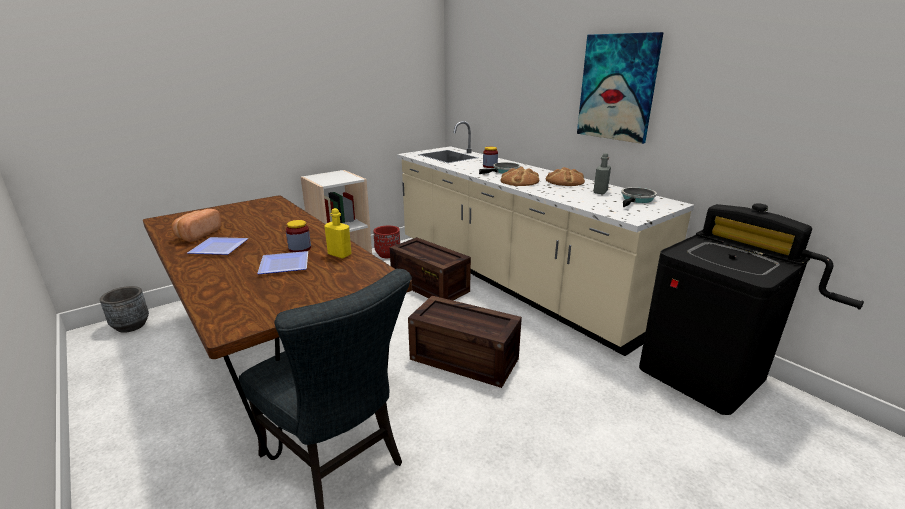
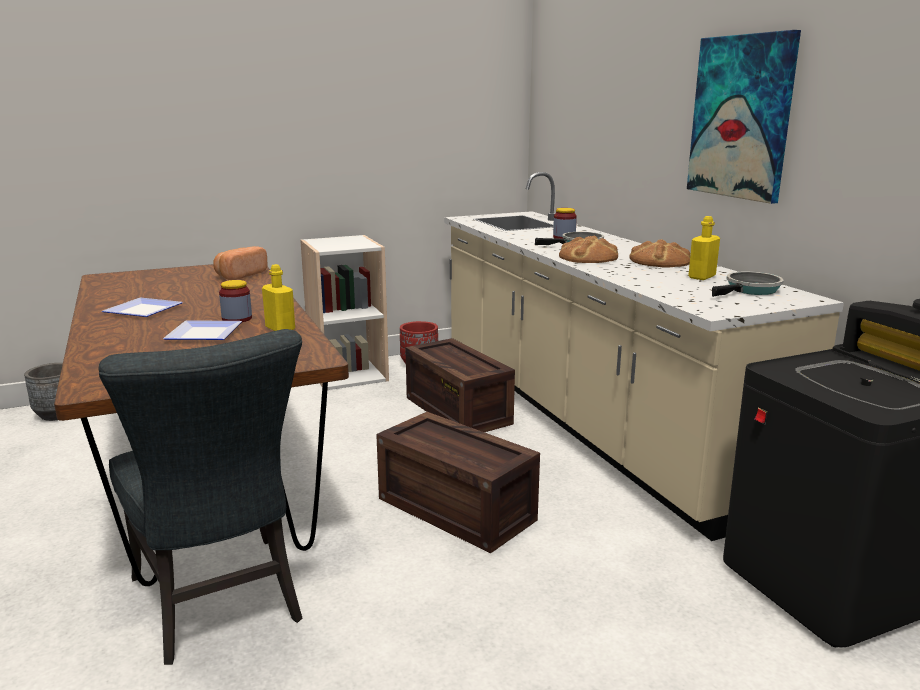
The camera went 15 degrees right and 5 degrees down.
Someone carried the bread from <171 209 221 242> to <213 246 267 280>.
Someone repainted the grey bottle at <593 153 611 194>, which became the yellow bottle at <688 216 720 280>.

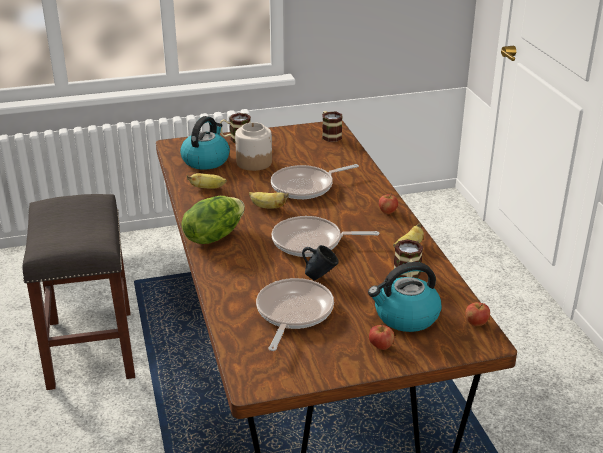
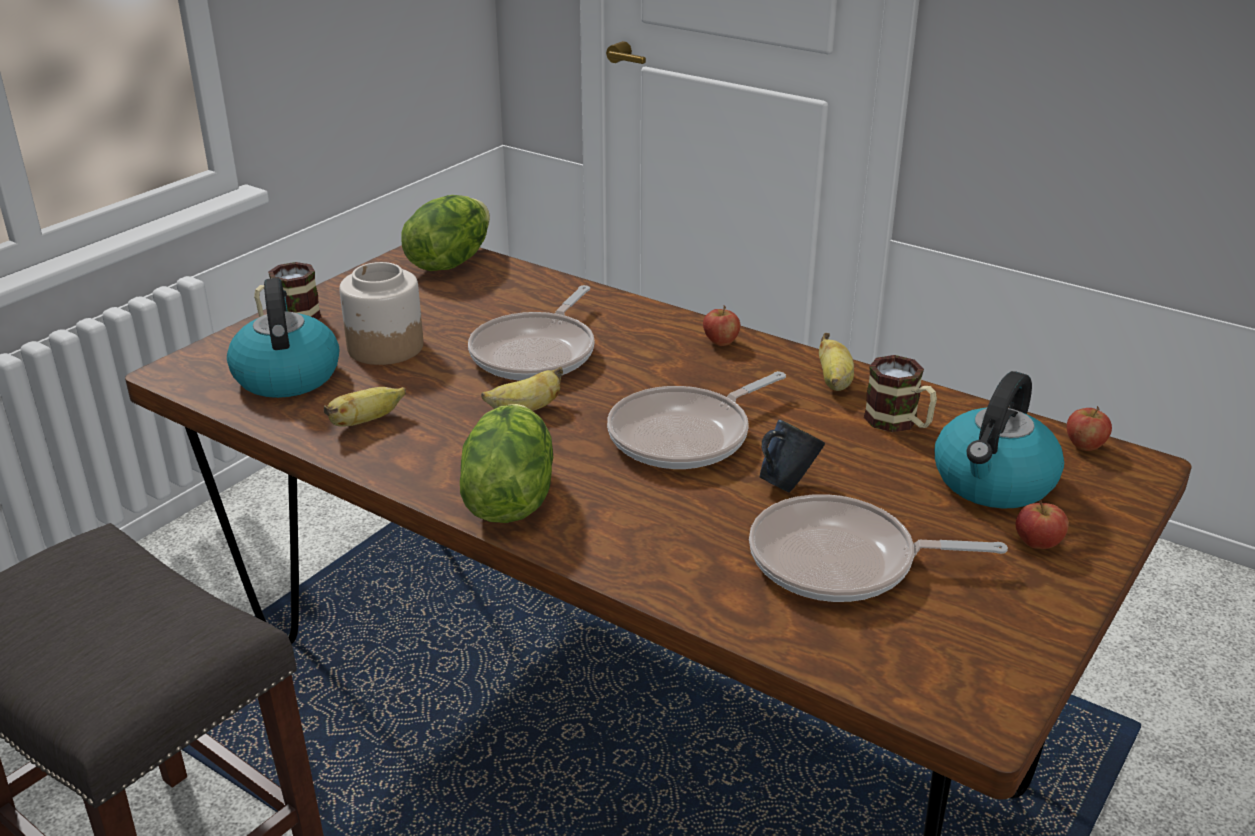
The camera went 40 degrees left and 0 degrees up.
Someone swapped the mug at <322 111 343 142> for the lettuce at <401 195 490 271>.
Someone rotated the frying pan at <256 278 334 351> by 60 degrees counterclockwise.

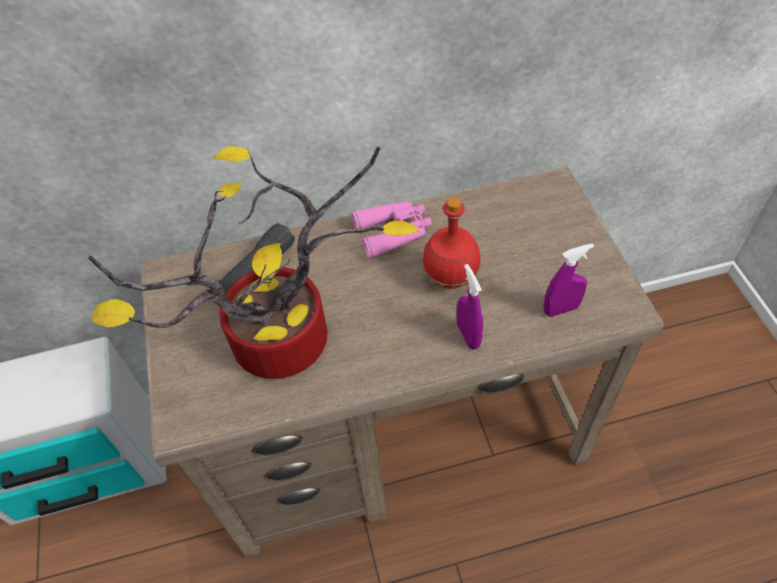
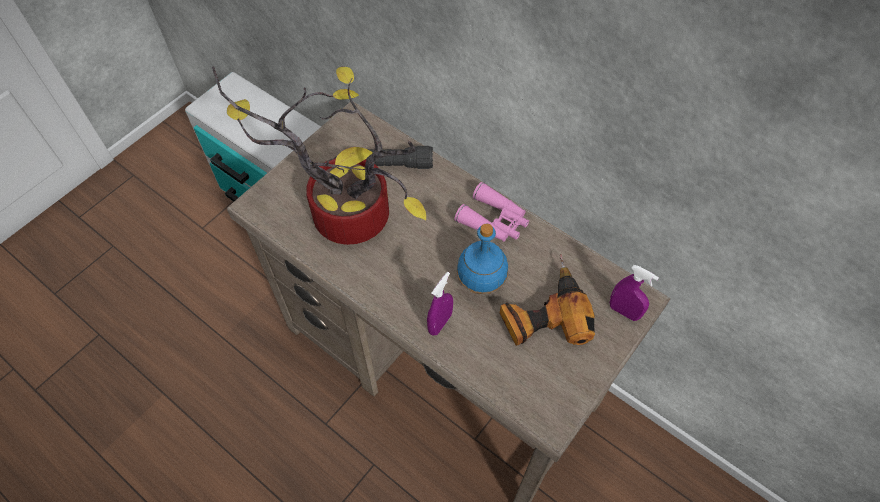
The camera went 50 degrees right and 5 degrees up.
Someone put down the power drill at <500 254 595 346>.
Someone carried the purple spray bottle from <543 244 594 317> to <610 265 659 321>.
Someone repainted the red bottle at <422 197 481 289>, which became the blue bottle at <457 224 508 294>.

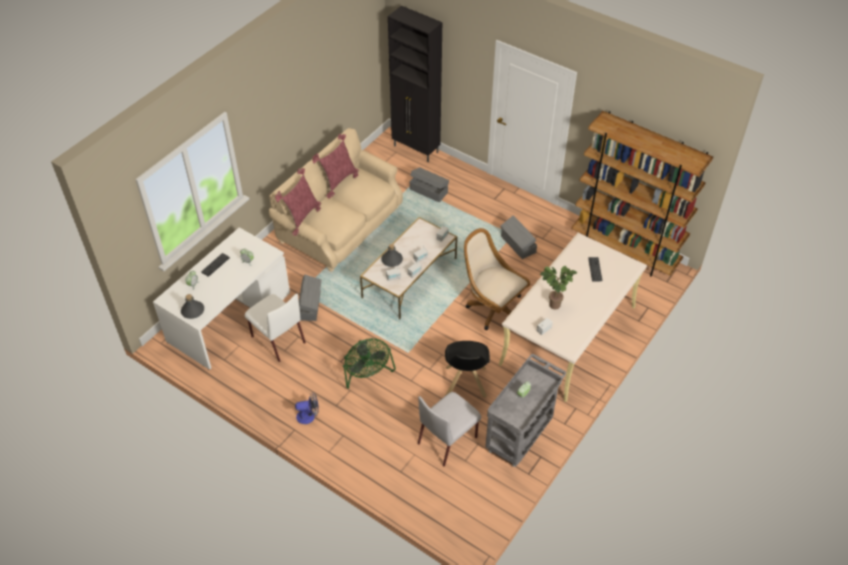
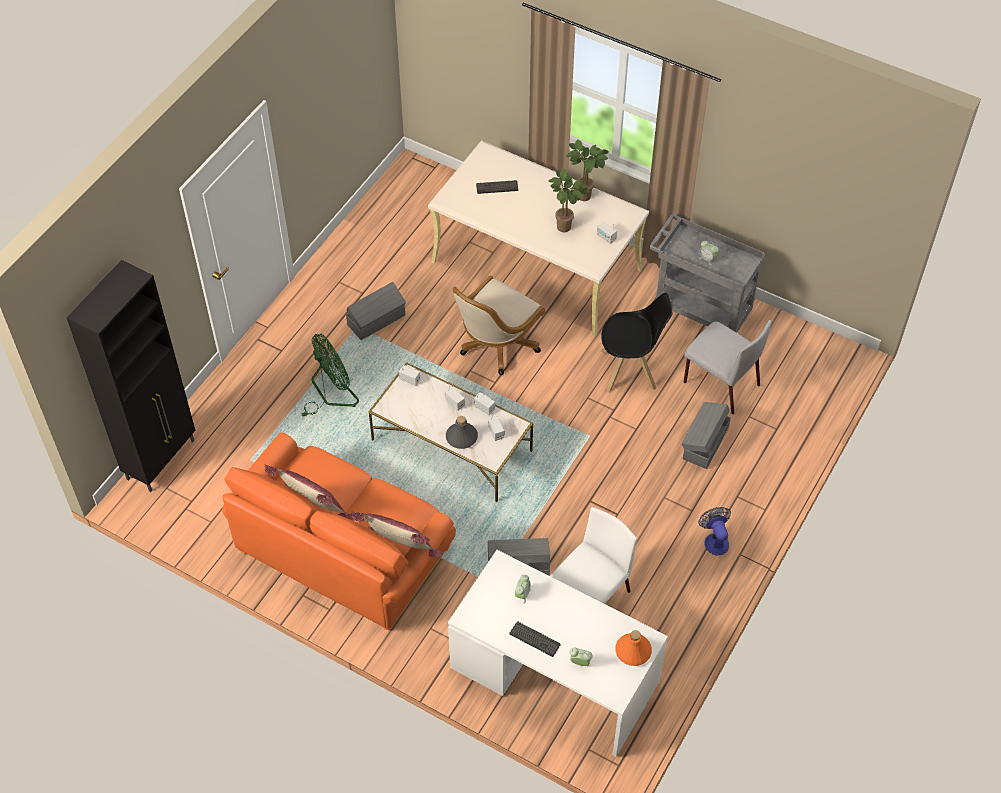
The camera went 95 degrees left and 5 degrees up.
Someone took away the brown bookcase at <572 111 713 277>.
Someone put down the potted plant at <566 140 609 201>.
Someone carried the green fan from <343 338 396 389> to <301 333 359 416>.
Someone carried the grey storage box from <410 167 449 202> to <682 402 731 469>.
Someone repainted the grey bottle at <181 294 204 319>, which became the orange bottle at <615 630 652 666>.
Someone repainted the beige sofa at <269 128 403 271>, which became the orange sofa at <222 432 456 630>.

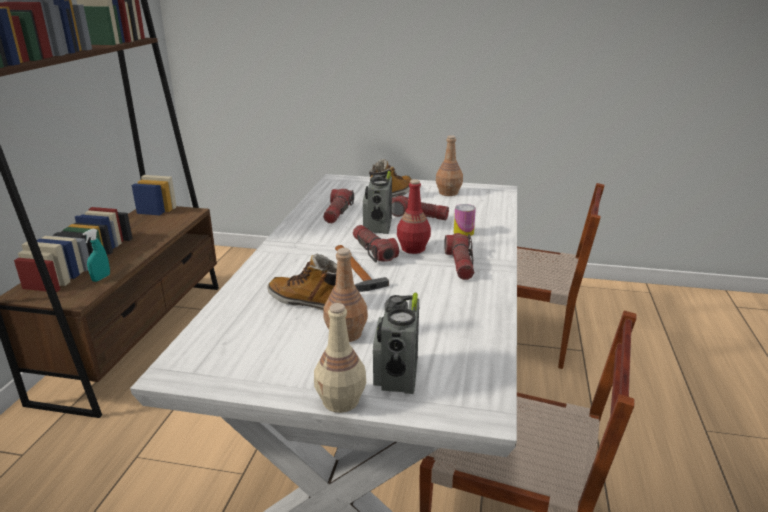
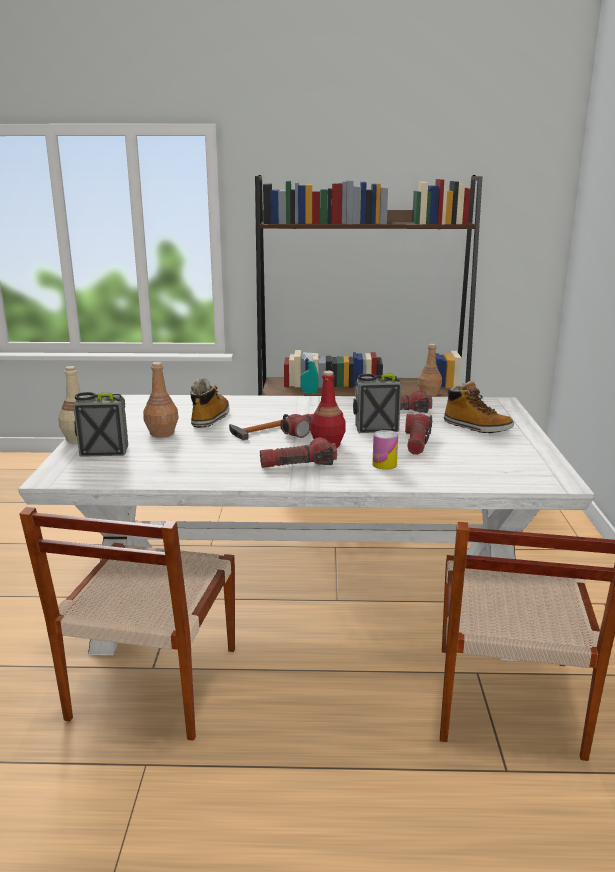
The camera went 80 degrees right and 5 degrees down.
Someone carried the brown bottle from <436 135 463 196> to <418 344 442 396>.

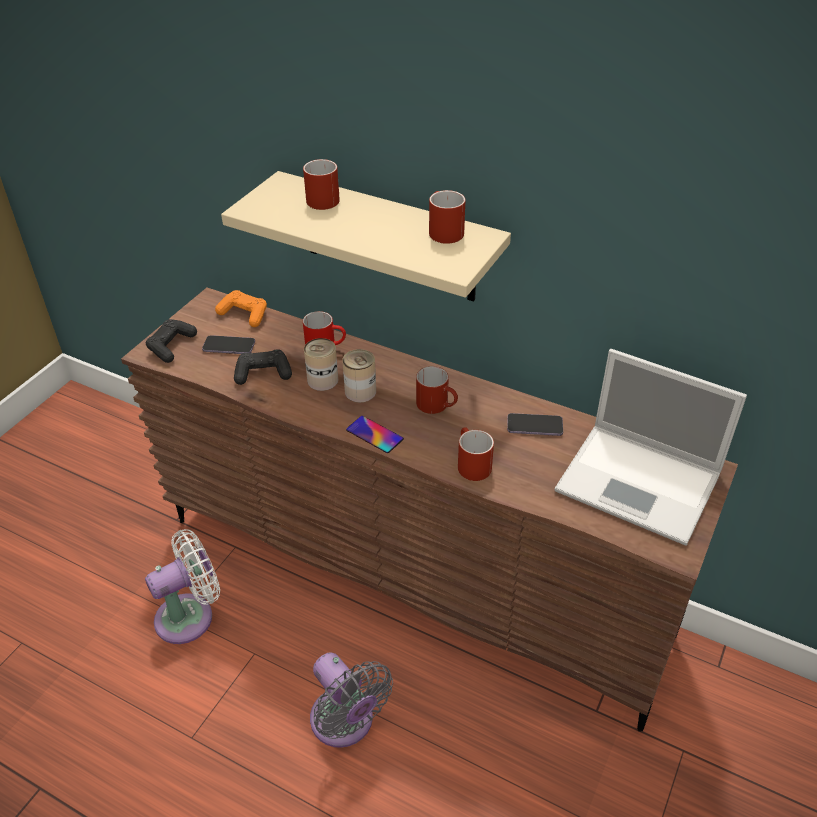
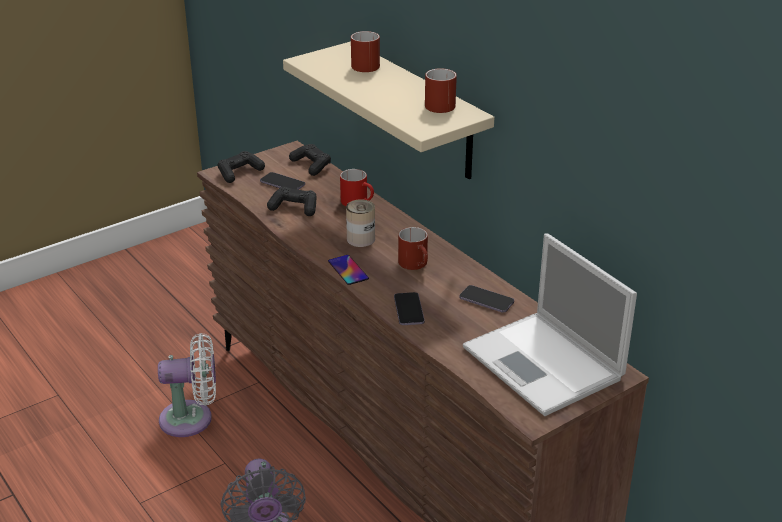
The camera went 25 degrees right and 10 degrees down.
Someone took away the can at <304 338 338 391>.
Someone swapped the red mug at <458 427 494 481> for the phone at <394 292 425 325>.
Someone repainted the orange game controller at <215 290 267 327>, which became the black game controller at <289 144 331 176>.

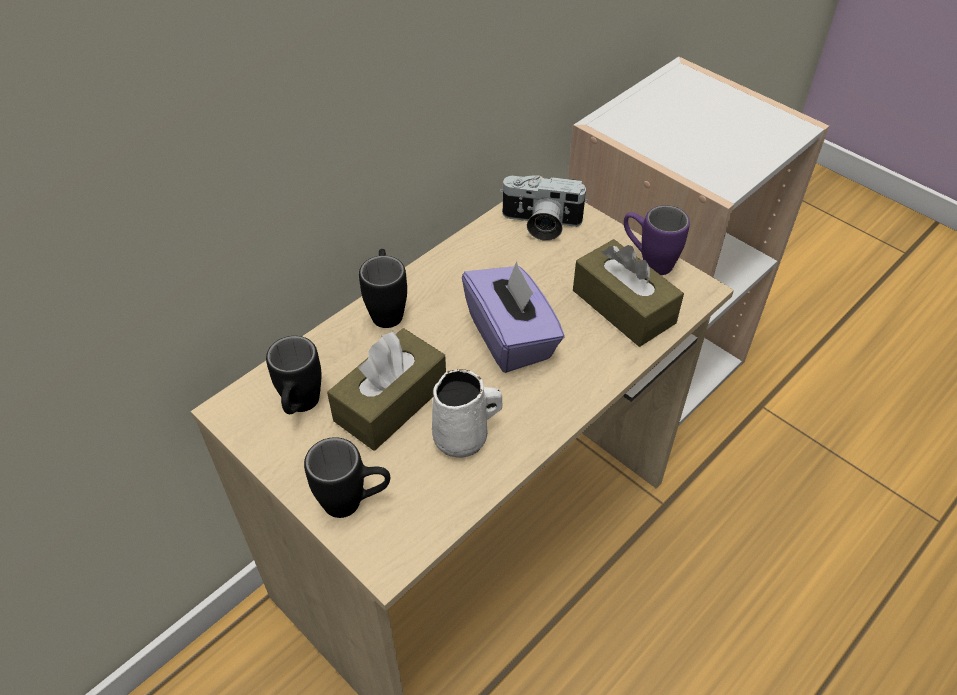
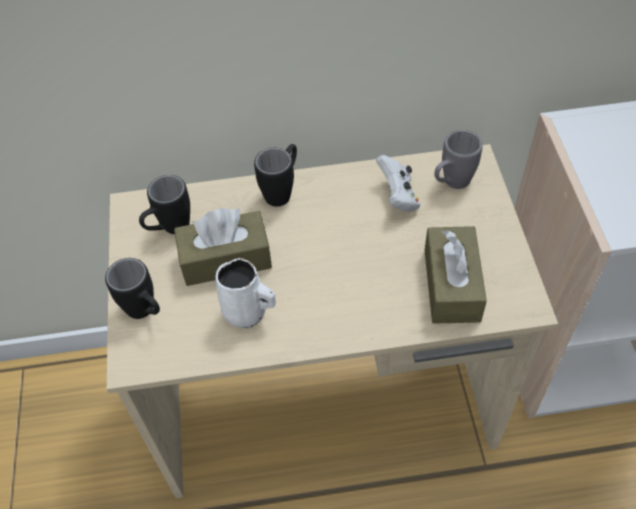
The camera went 40 degrees right and 5 degrees up.
Someone took away the purple tissue box at <462 261 565 373>.
Someone took away the purple mug at <624 205 690 275>.
Someone put down the white game controller at <376 155 420 212>.
Someone swapped the photo camera at <500 175 588 241> for the grey mug at <434 130 483 189>.

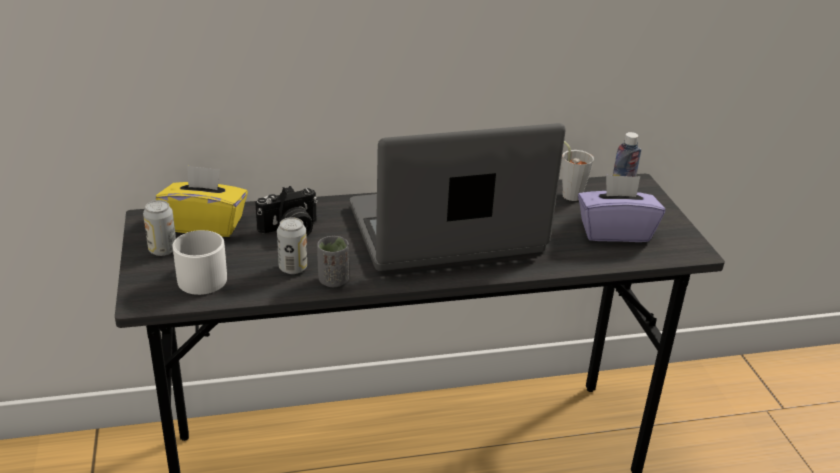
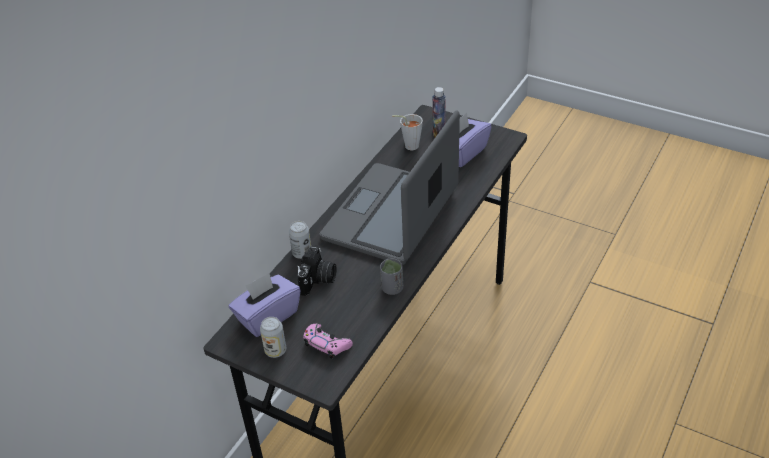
The camera went 45 degrees left and 10 degrees up.
Someone carried the can from <277 217 307 274> to <289 221 311 259>.
Someone swapped the white mug at <172 230 227 295> for the pink game controller at <303 324 353 359>.
Someone repainted the yellow tissue box at <156 165 248 237>, which became the purple tissue box at <229 273 301 337>.

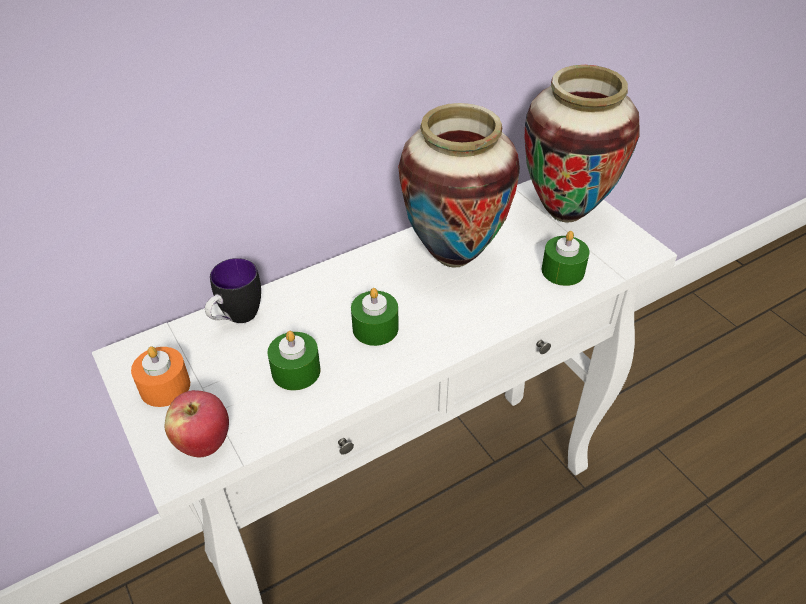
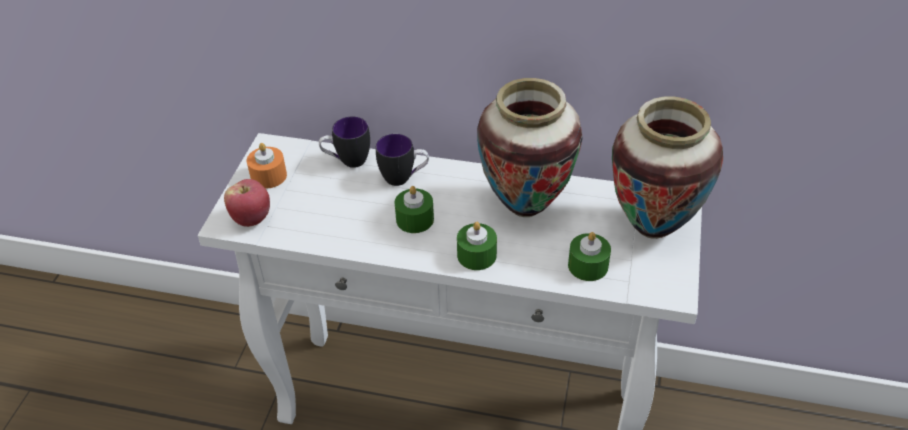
The camera went 45 degrees right and 0 degrees up.
Someone put down the mug at <376 134 429 186>.
Someone carried the green candle from <267 331 320 390> to <457 222 497 270>.

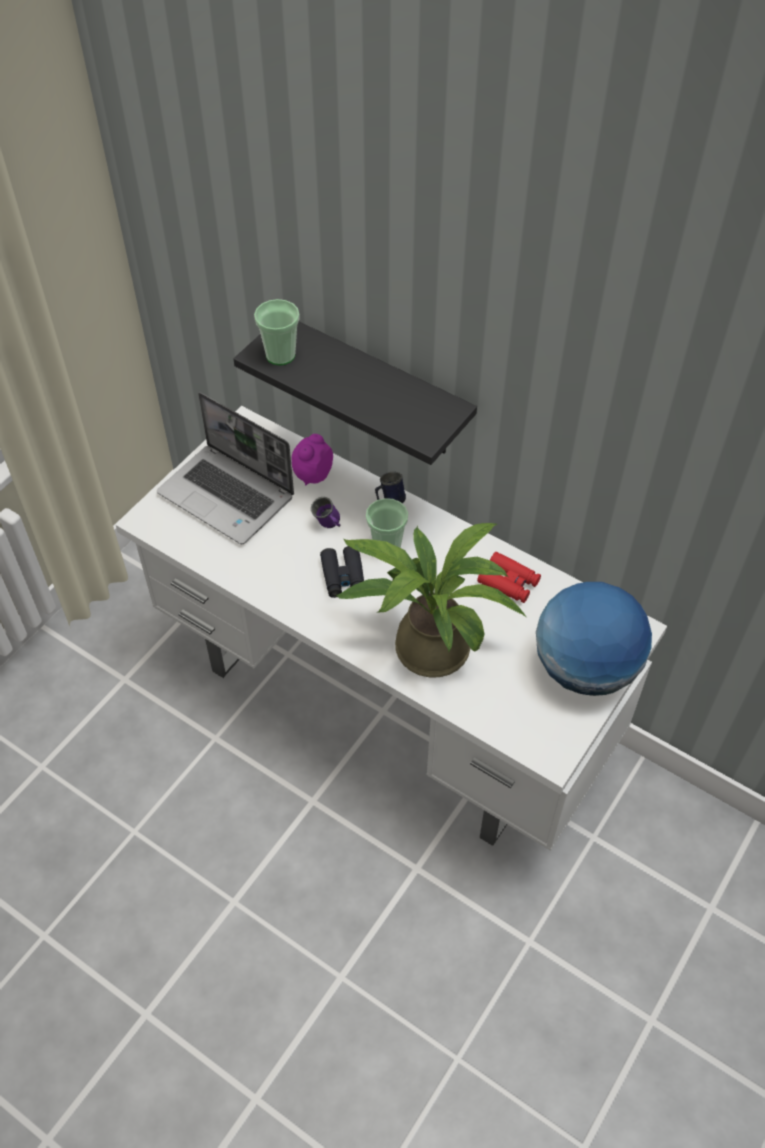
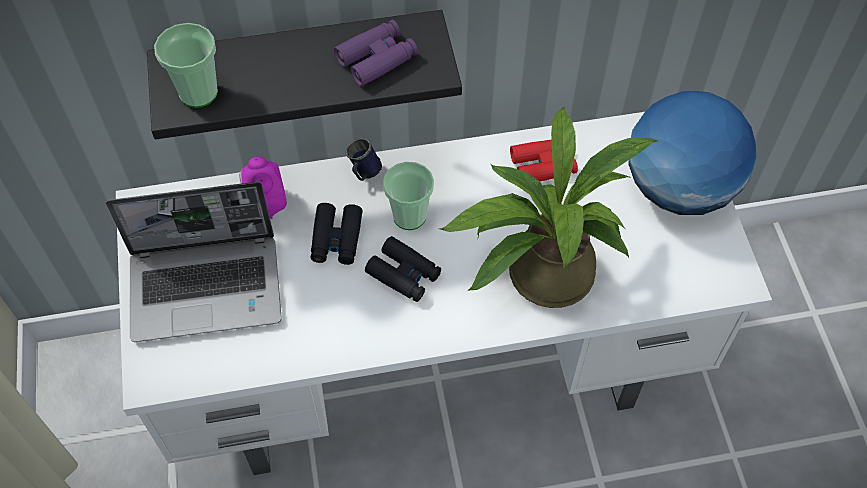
The camera went 45 degrees left and 5 degrees up.
Someone put down the purple binoculars at <334 20 418 86>.
Someone swapped the purple mug at <311 497 341 528> for the black binoculars at <310 203 363 265>.

